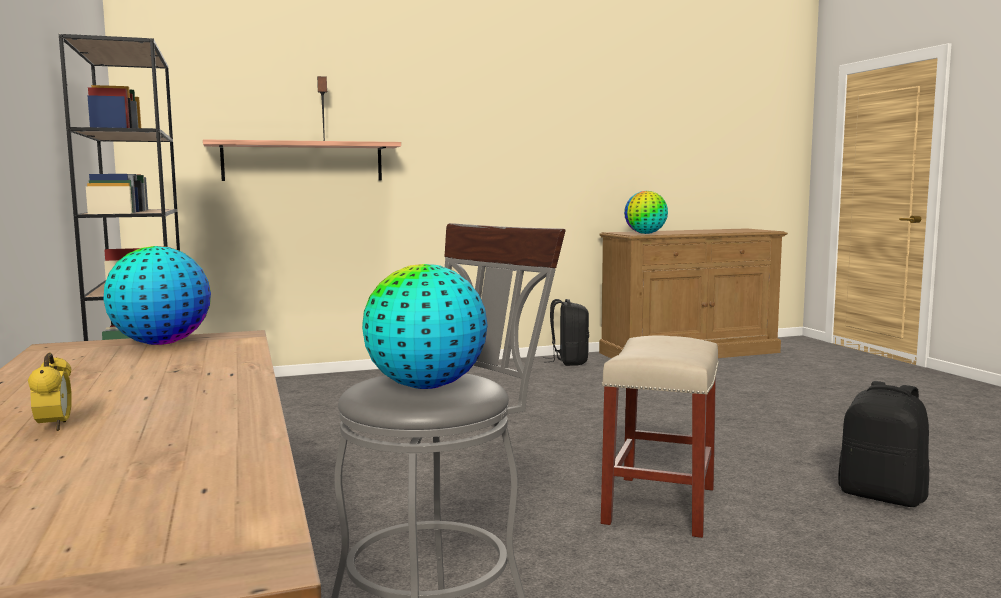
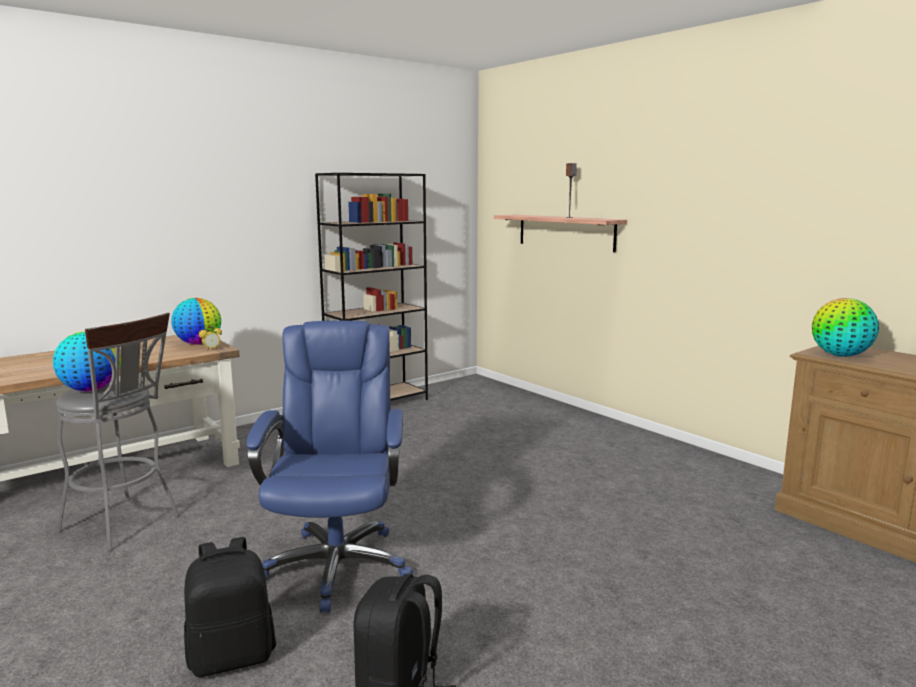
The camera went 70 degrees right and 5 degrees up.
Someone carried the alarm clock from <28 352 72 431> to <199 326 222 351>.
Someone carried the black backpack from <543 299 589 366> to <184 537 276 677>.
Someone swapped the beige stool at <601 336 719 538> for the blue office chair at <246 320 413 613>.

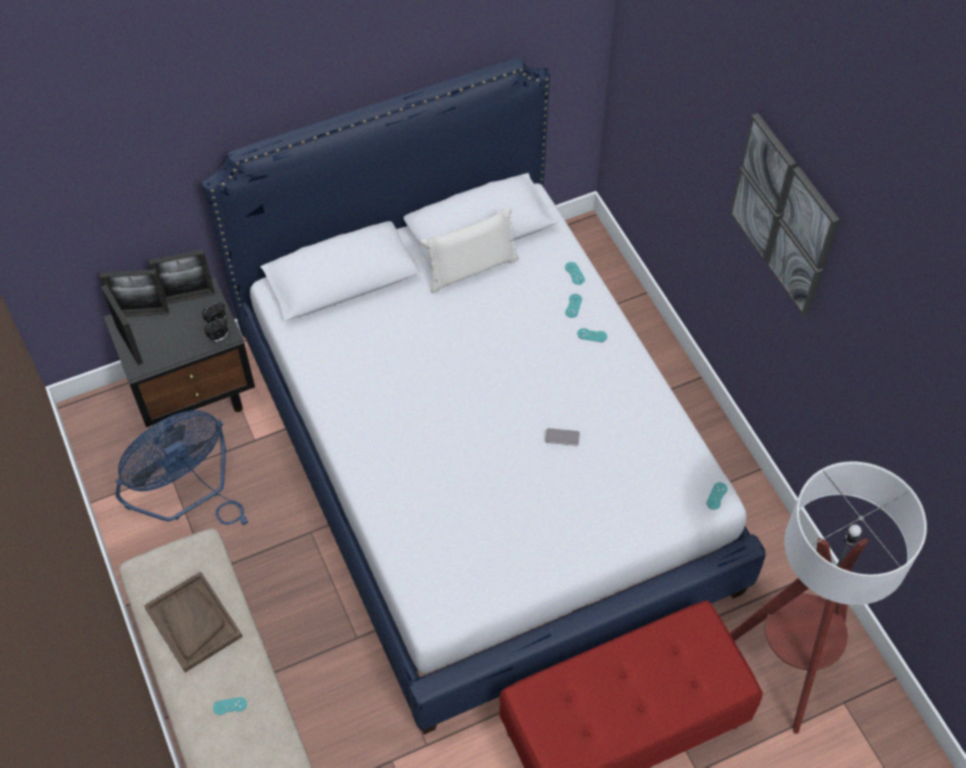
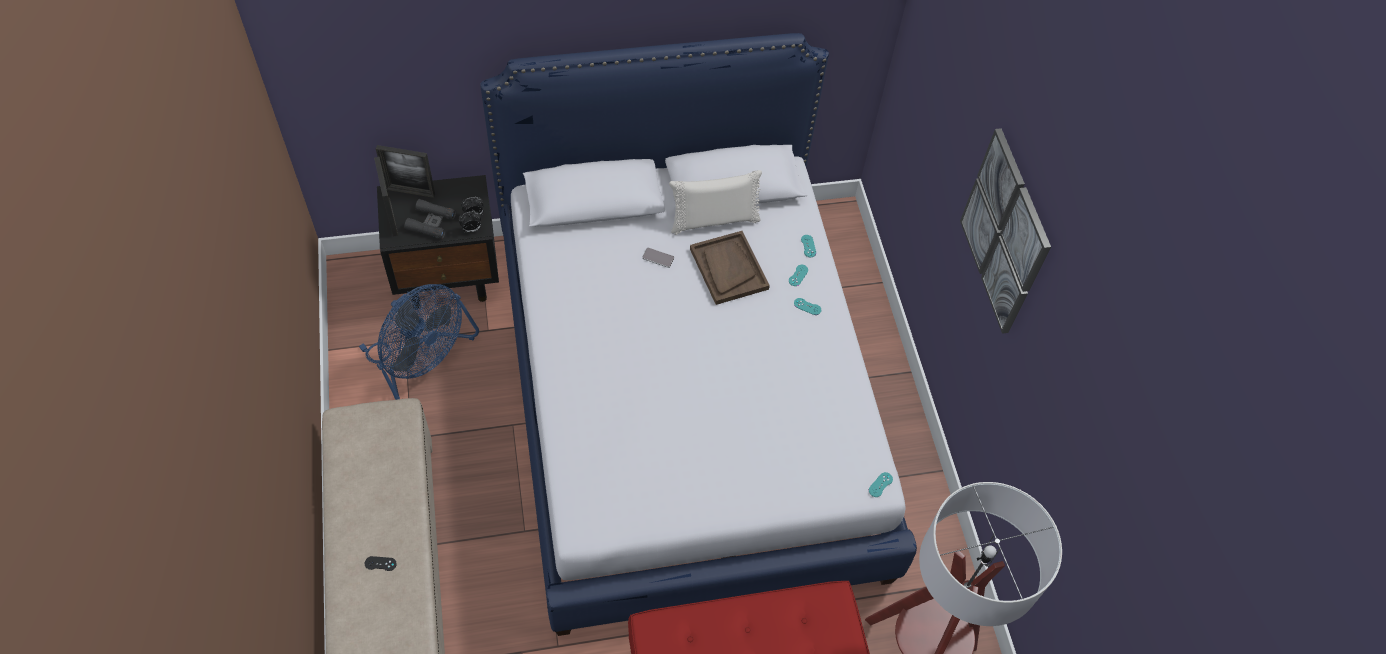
The camera went 10 degrees right and 0 degrees up.
Someone took away the picture frame at <149 249 215 304>.
Someone put down the black binoculars at <404 199 456 239>.
Someone carried the brown tray from <144 572 243 672> to <690 231 770 305>.
Someone carried the phone from <545 428 580 446> to <642 248 675 268>.
Someone repainted the turquoise game controller at <213 697 247 715>, which became the black game controller at <364 556 397 571>.
Someone rotated the blue fan at <115 410 248 525> by 150 degrees clockwise.

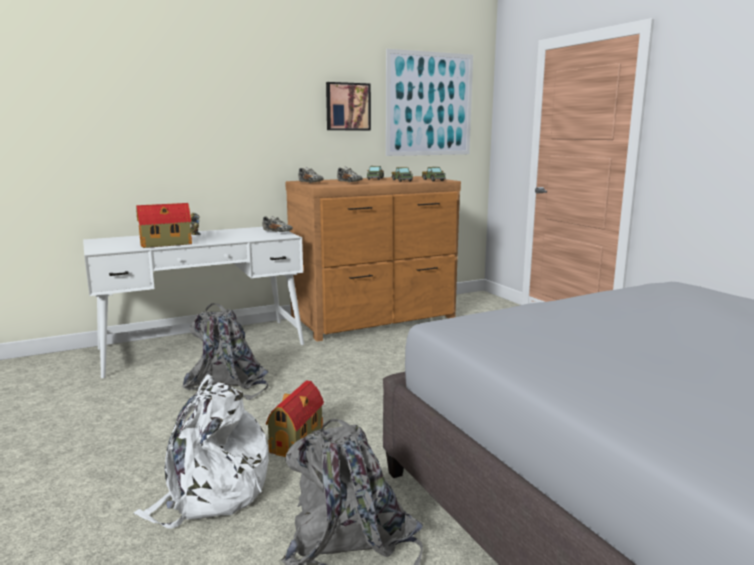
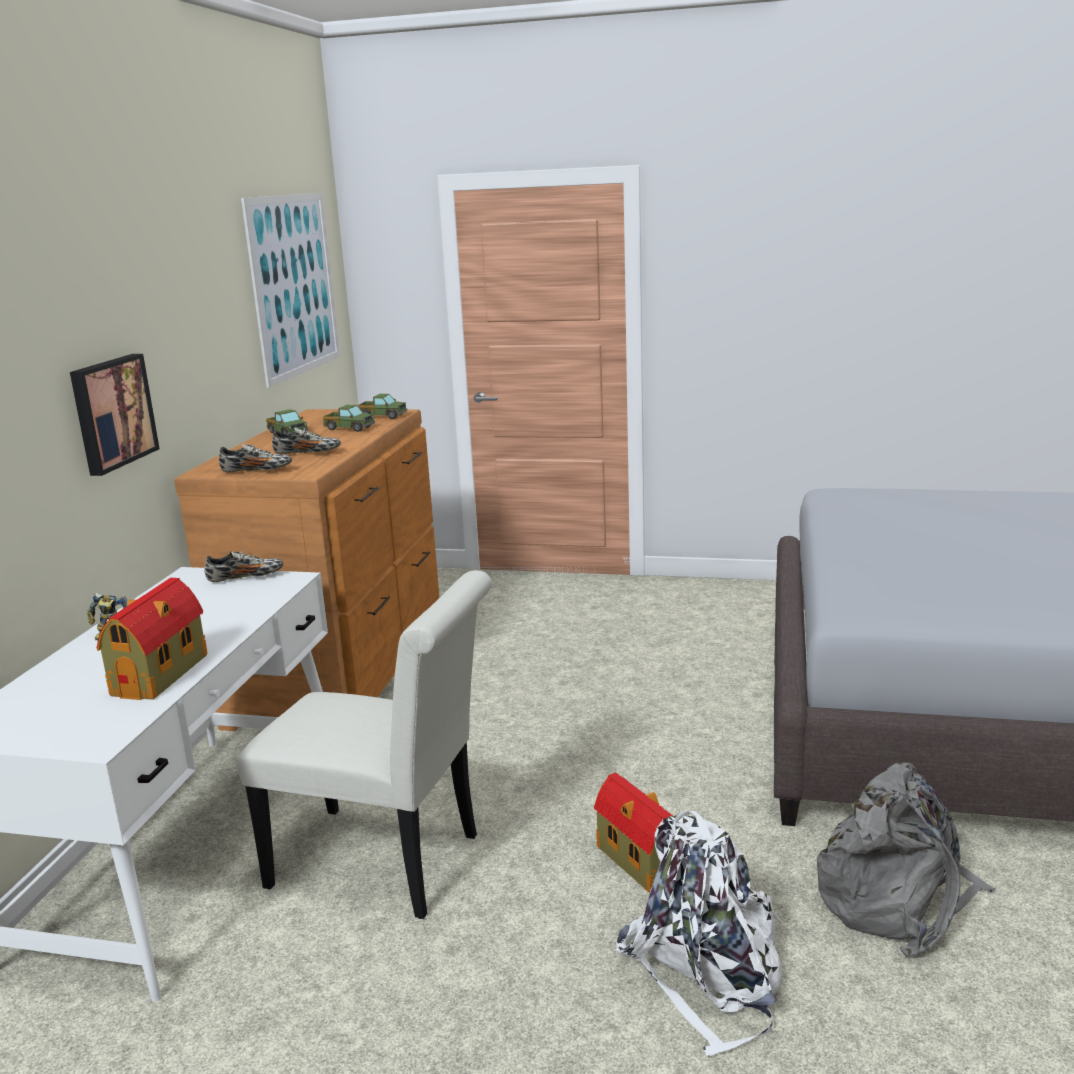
The camera went 50 degrees left and 5 degrees up.
Someone carried the picture from <326 82 371 130> to <70 354 159 476>.
Someone swapped the grey backpack at <182 303 268 400> for the white chair at <237 570 492 919>.

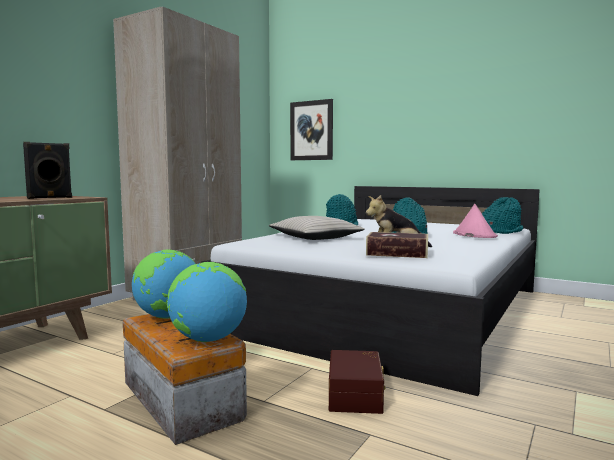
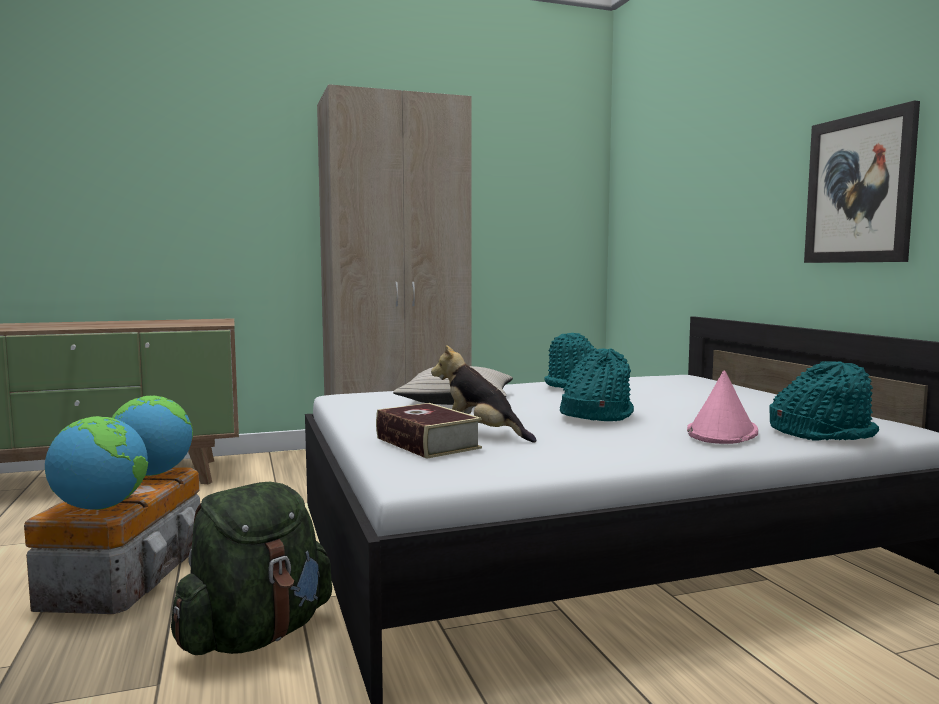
The camera went 40 degrees right and 0 degrees up.
Someone took away the black speaker at <23 142 72 199>.
Someone carried the picture from <290 99 333 160> to <804 101 920 263>.
Someone swapped the brown storage box at <329 350 386 414> for the green backpack at <171 482 332 655>.

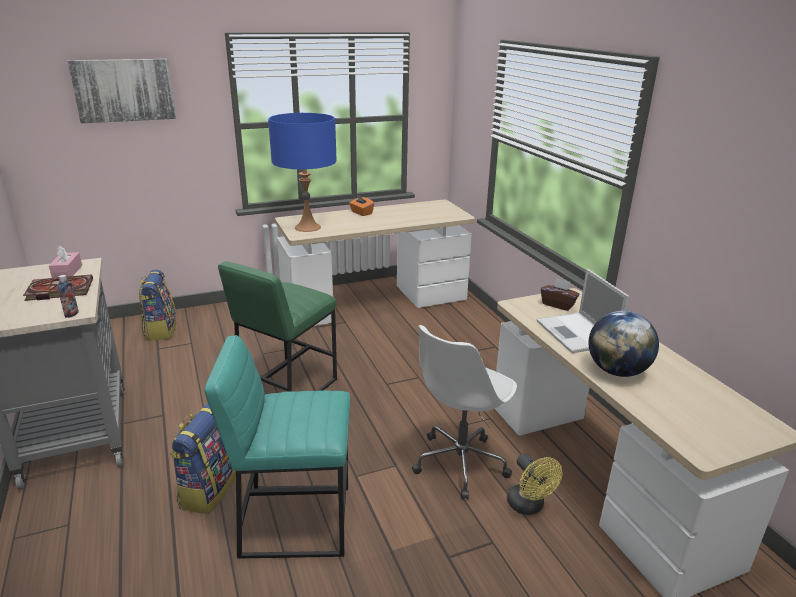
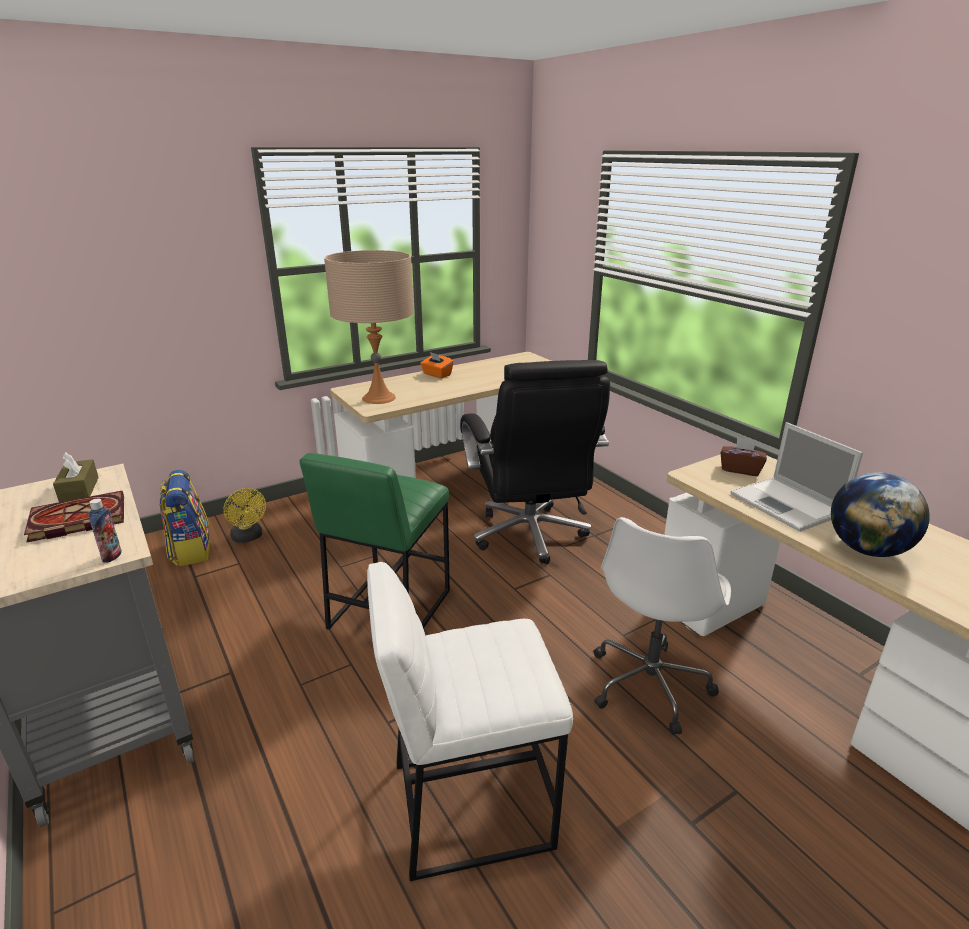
The camera went 10 degrees left and 0 degrees up.
Someone took away the picture at <68 59 176 123>.
Someone took away the backpack at <170 404 236 514>.
Someone put down the black office chair at <460 360 610 564>.
Someone carried the yellow fan from <507 453 562 515> to <223 488 266 543>.
Someone repainted the pink tissue box at <49 245 82 278>, which became the brown tissue box at <53 452 99 502>.
Someone repainted the turquoise chair at <204 335 350 559>, which became the white chair at <367 562 573 881>.
Someone repainted the blue table lamp at <268 113 337 232>, which became the beige table lamp at <324 250 414 404>.

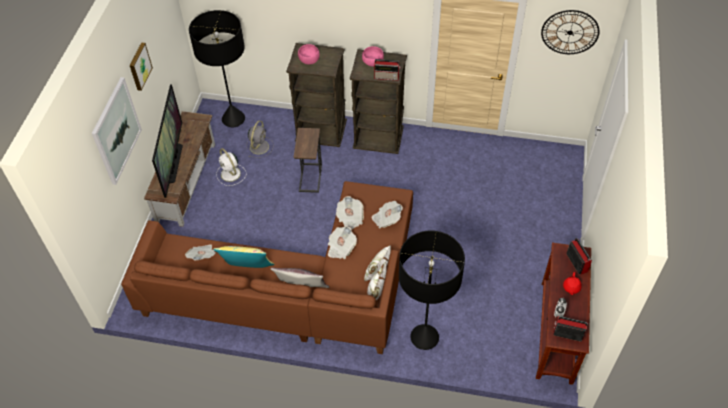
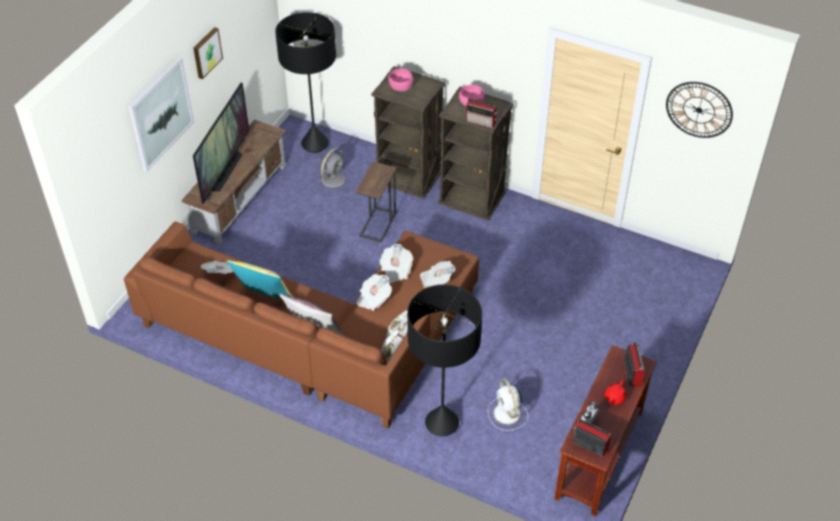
The camera went 15 degrees right and 5 degrees down.
Someone carried the white fan from <216 148 247 186> to <488 378 528 431>.

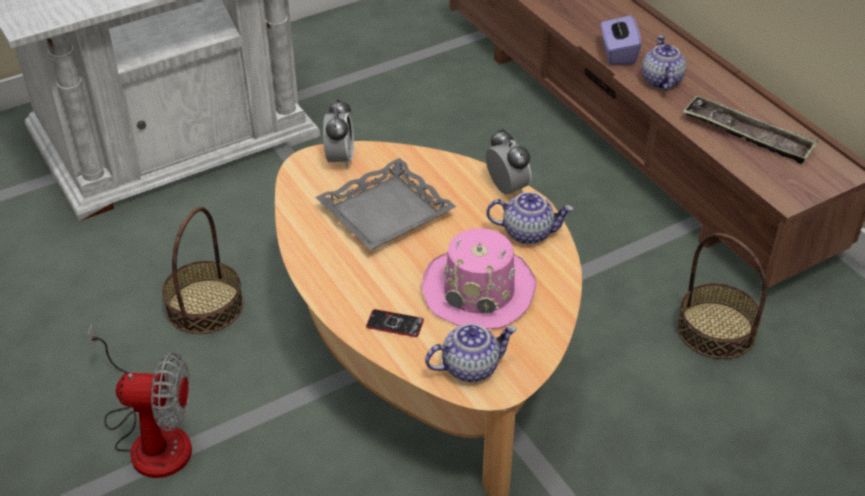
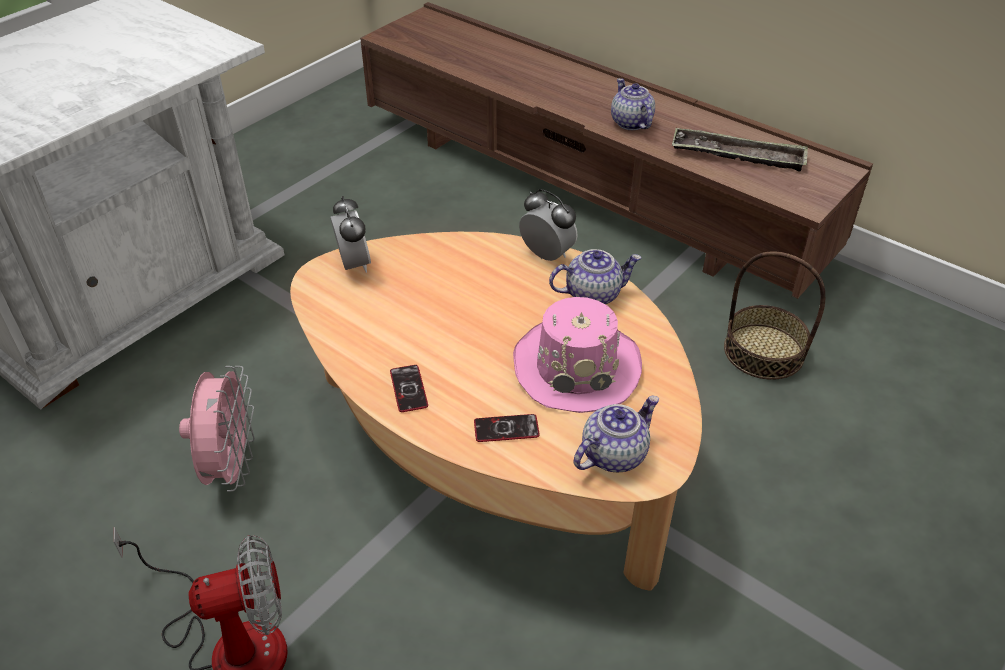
The camera went 20 degrees left and 0 degrees up.
Someone took away the grey tray at <315 158 456 250>.
Someone took away the purple tissue box at <601 14 641 65>.
Someone put down the phone at <390 365 428 412>.
Someone swapped the basket at <162 207 244 334> for the pink fan at <179 366 255 492>.

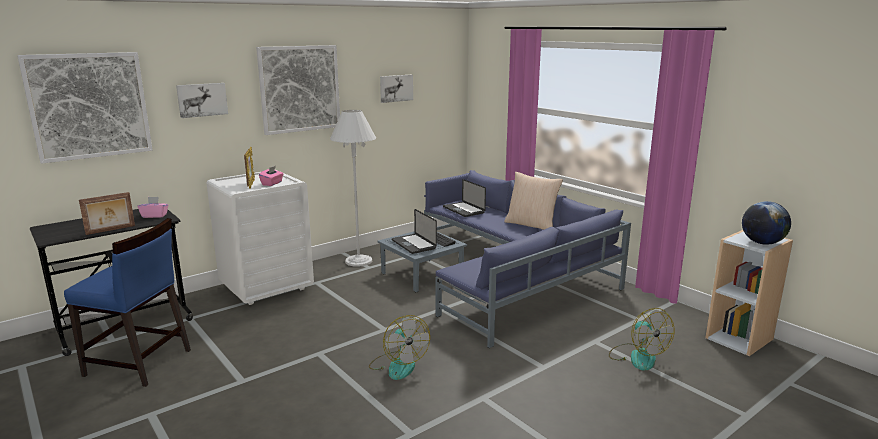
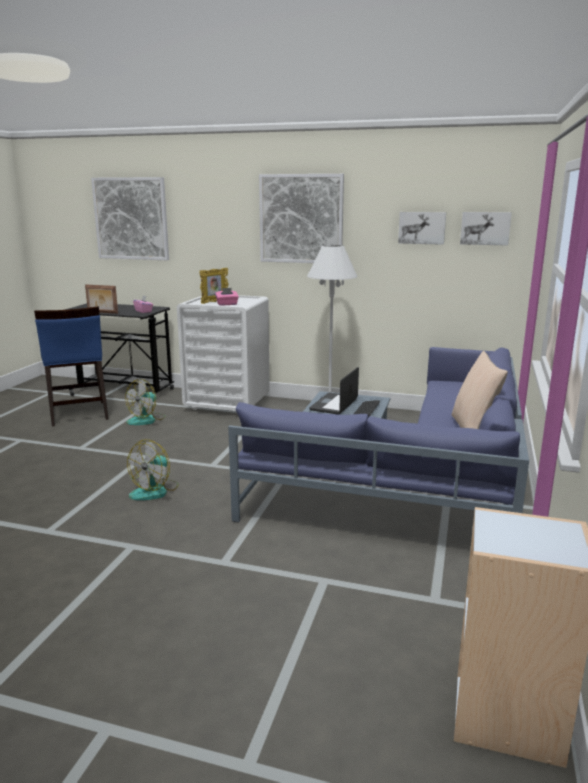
The camera went 55 degrees right and 0 degrees up.
Someone took away the laptop at <443 179 486 217>.
Someone took away the globe at <742 201 791 245>.
Someone carried the picture from <176 83 228 118> to <460 212 512 246>.
Someone carried the fan from <609 308 674 371> to <125 379 165 425>.

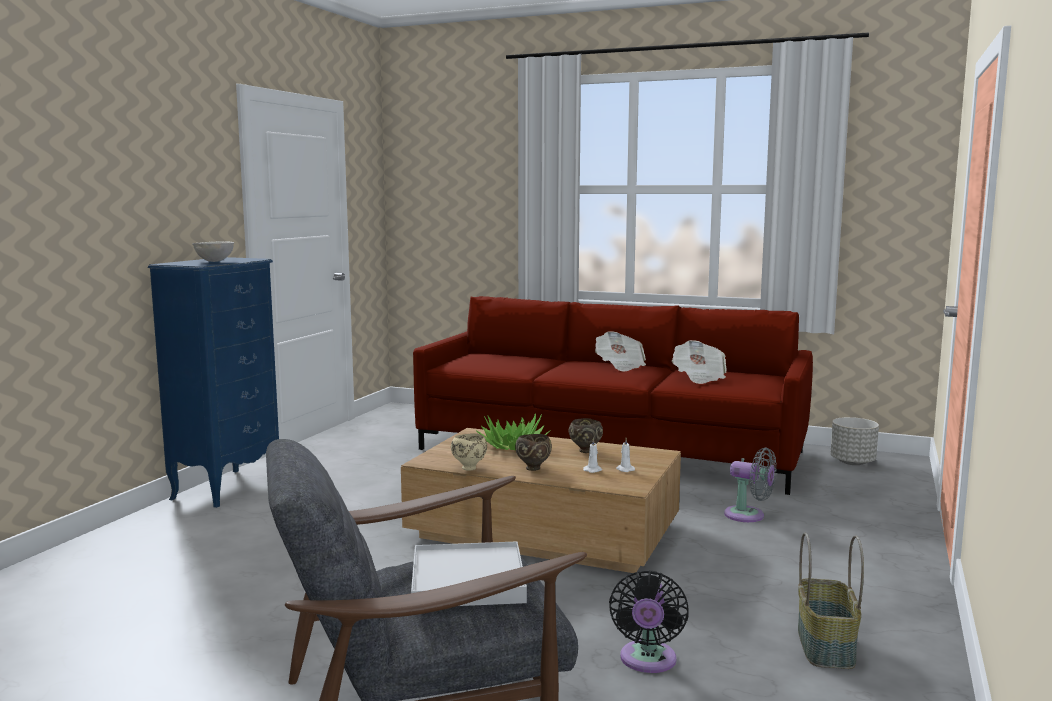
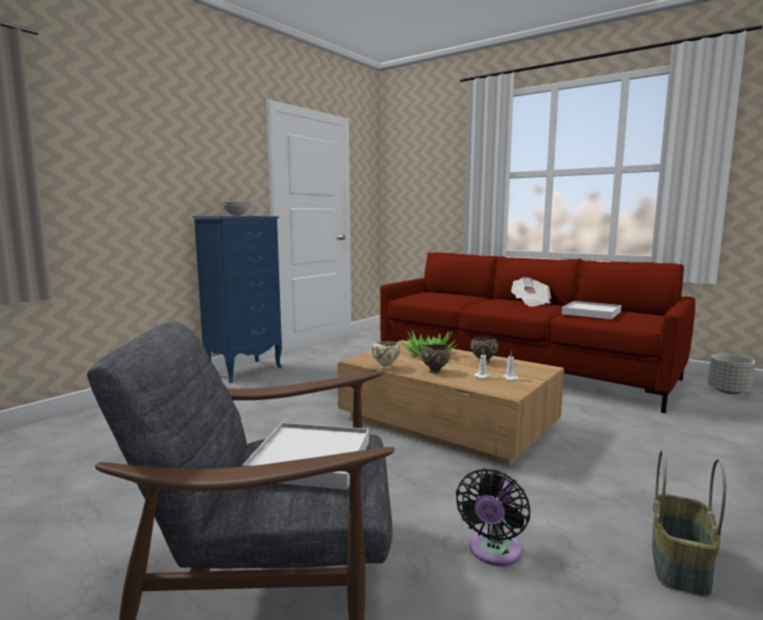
The camera went 15 degrees right and 0 degrees up.
Someone took away the grey fan at <724 447 777 522>.
Someone swapped the newspaper at <672 340 727 384> for the white tray at <562 301 621 319>.

